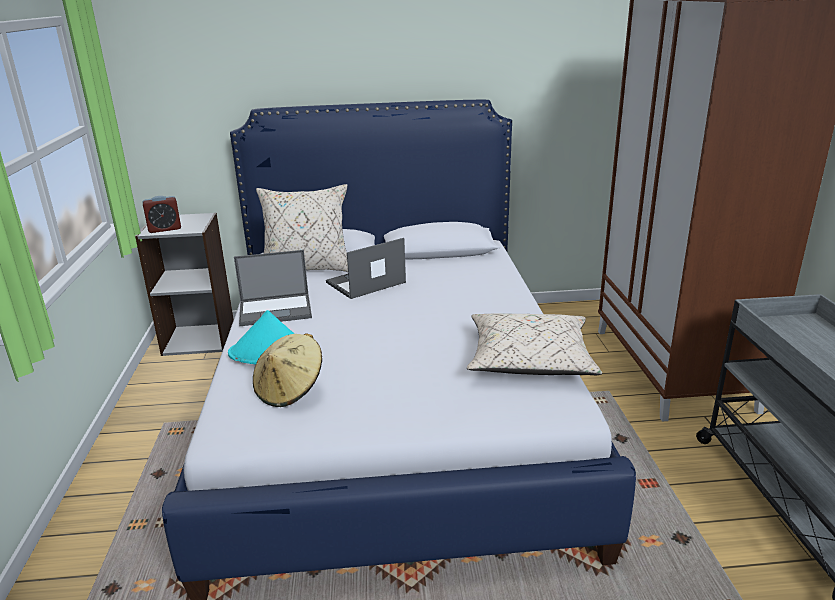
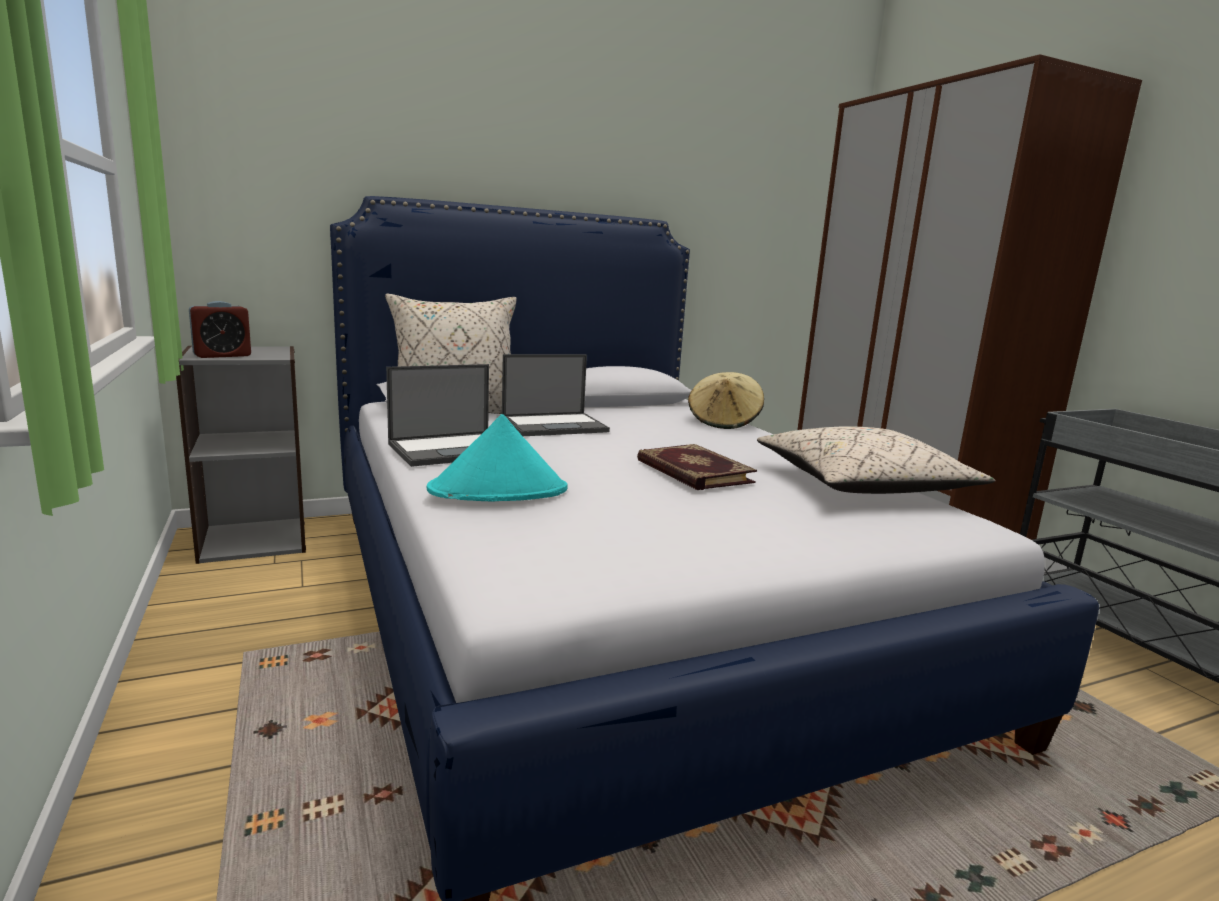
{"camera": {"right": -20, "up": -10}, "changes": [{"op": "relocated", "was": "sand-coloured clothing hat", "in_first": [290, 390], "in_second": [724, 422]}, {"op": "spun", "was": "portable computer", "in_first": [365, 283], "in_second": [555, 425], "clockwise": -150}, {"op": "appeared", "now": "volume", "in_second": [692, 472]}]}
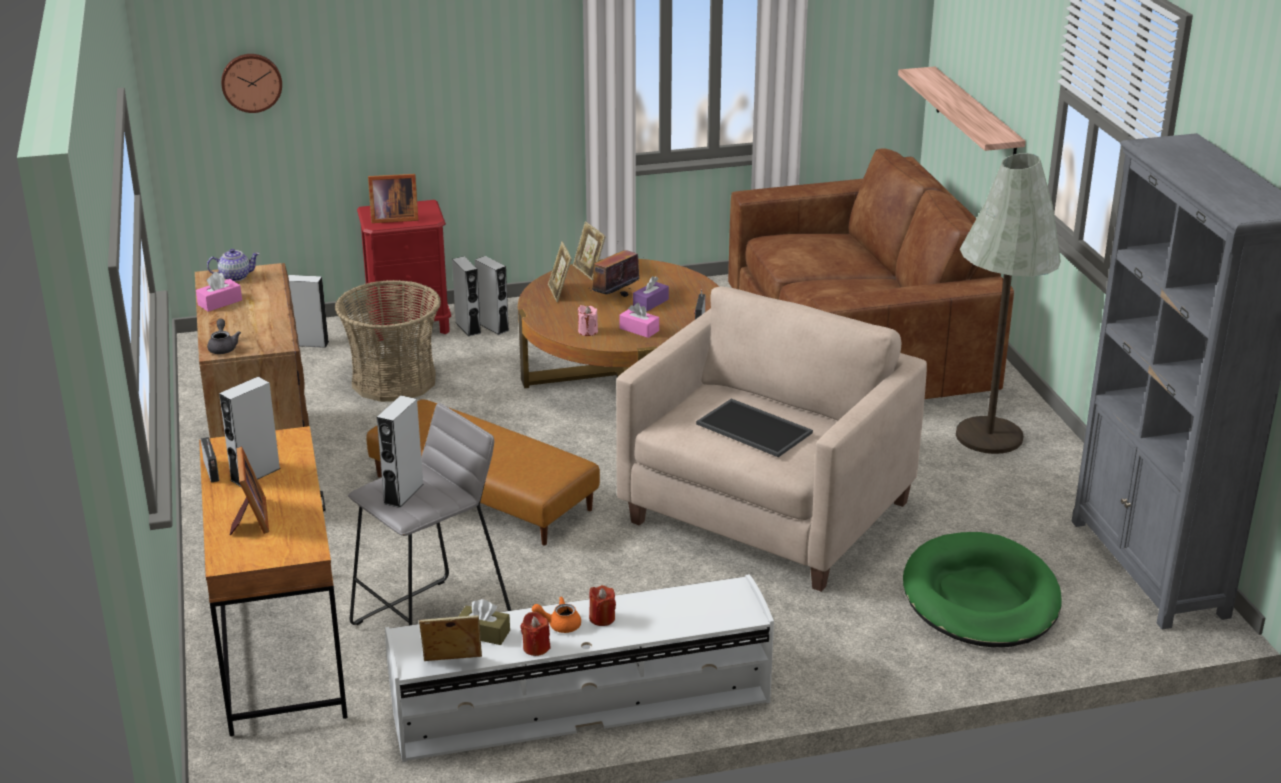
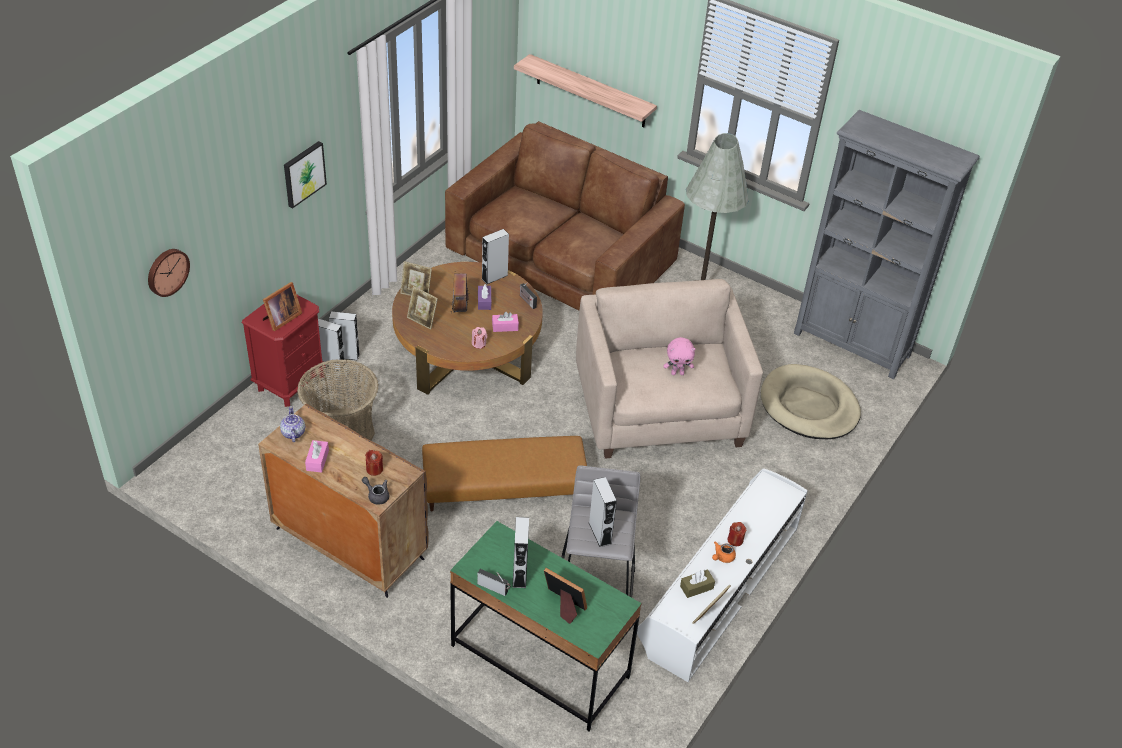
{"camera": {"right": -45, "up": 15}, "changes": [{"op": "colour", "was": "brownish desk table", "now": "greenish desk table", "in_first": [281, 649], "in_second": [539, 661]}, {"op": "spun", "was": "teapot", "in_first": [235, 277], "in_second": [293, 433], "clockwise": -45}, {"op": "relocated", "was": "grey speaker", "in_first": [310, 343], "in_second": [494, 277]}, {"op": "relocated", "was": "reddish wax candle", "in_first": [536, 647], "in_second": [374, 469]}, {"op": "exchanged", "was": "tray", "now": "pinkish soft toy", "in_first": [756, 428], "in_second": [677, 373]}, {"op": "colour", "was": "greenish pet bed", "now": "sand-coloured pet bed", "in_first": [980, 598], "in_second": [809, 406]}, {"op": "appeared", "now": "picture", "in_second": [303, 173]}]}
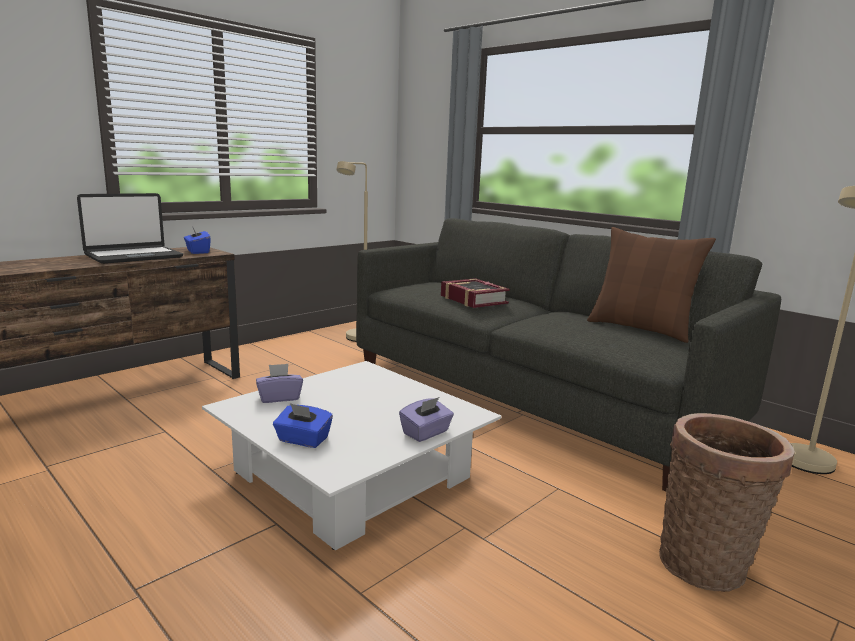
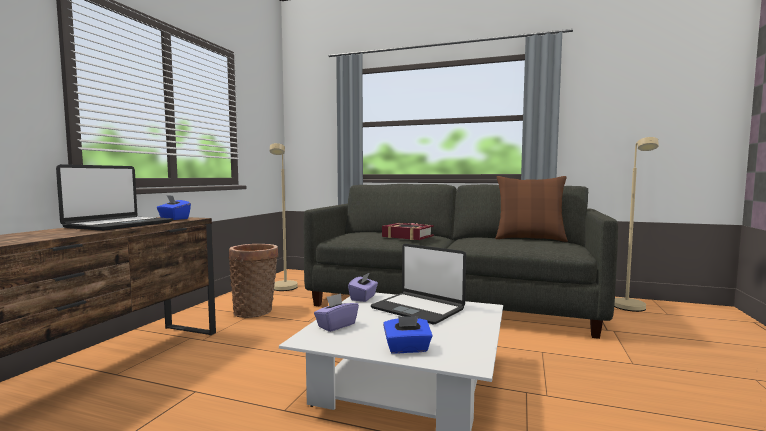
{"camera": {"right": -25, "up": -10}, "changes": [{"op": "relocated", "was": "purplish box of tissues", "in_first": [426, 433], "in_second": [363, 298]}, {"op": "relocated", "was": "basket", "in_first": [706, 563], "in_second": [255, 311]}, {"op": "appeared", "now": "portable computer", "in_second": [418, 309]}]}
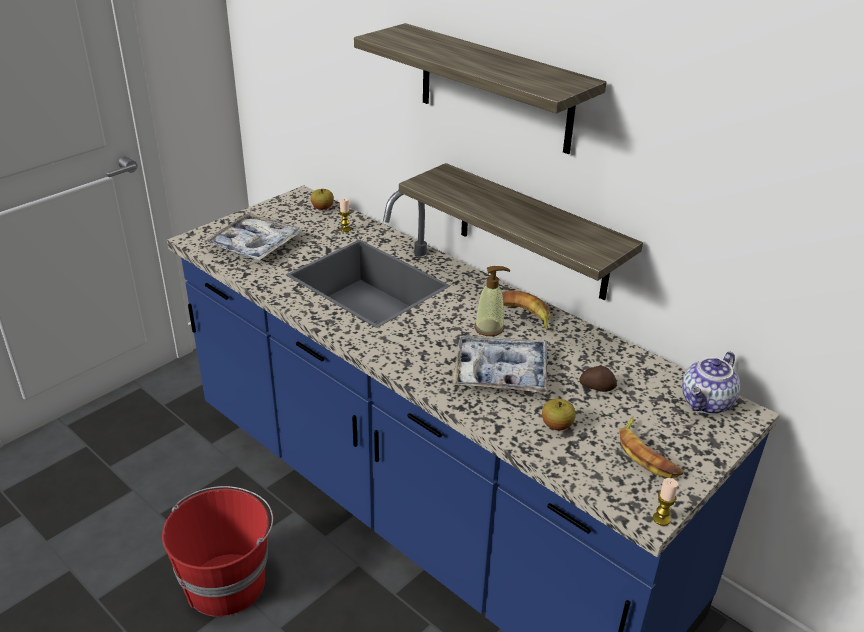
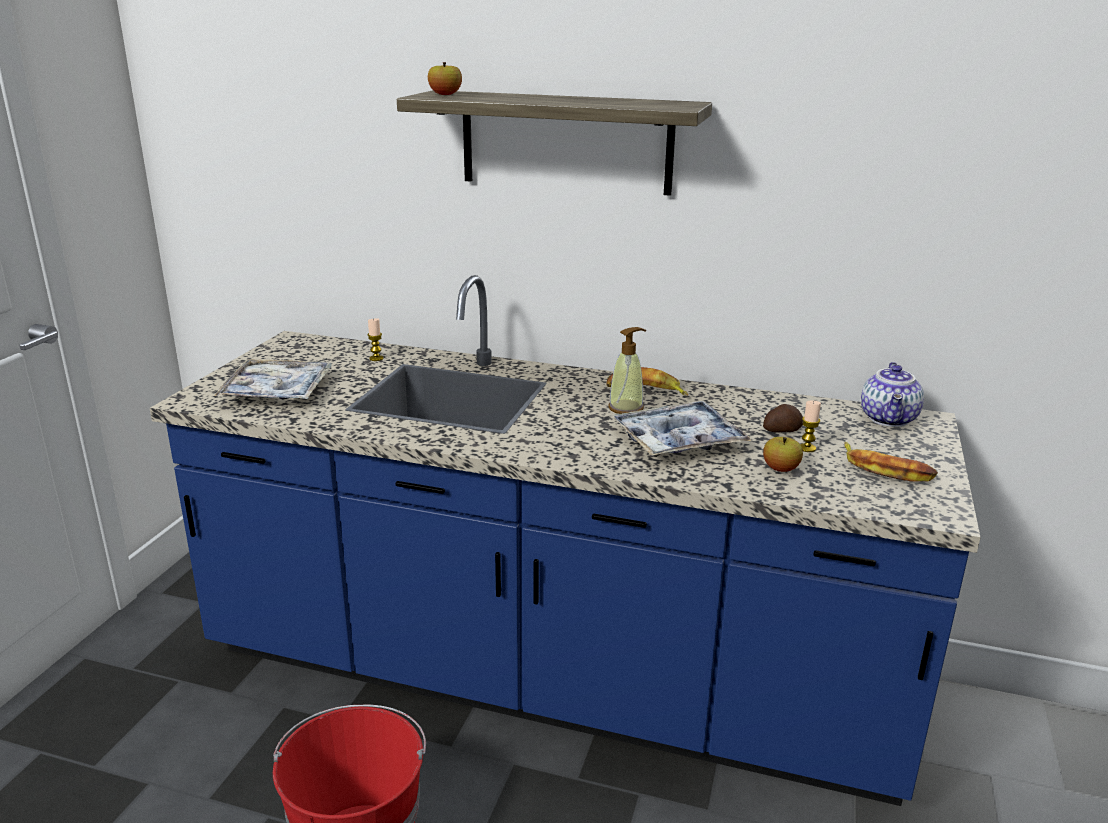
{"camera": {"right": -25, "up": -10}, "changes": [{"op": "relocated", "was": "apple", "in_first": [322, 208], "in_second": [445, 95]}, {"op": "missing", "was": "shelf", "in_first": [533, 232]}, {"op": "relocated", "was": "wax candle", "in_first": [661, 519], "in_second": [807, 448]}]}
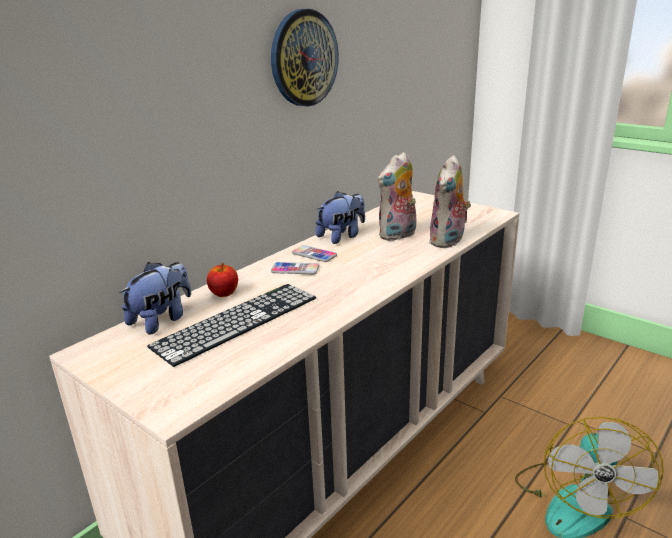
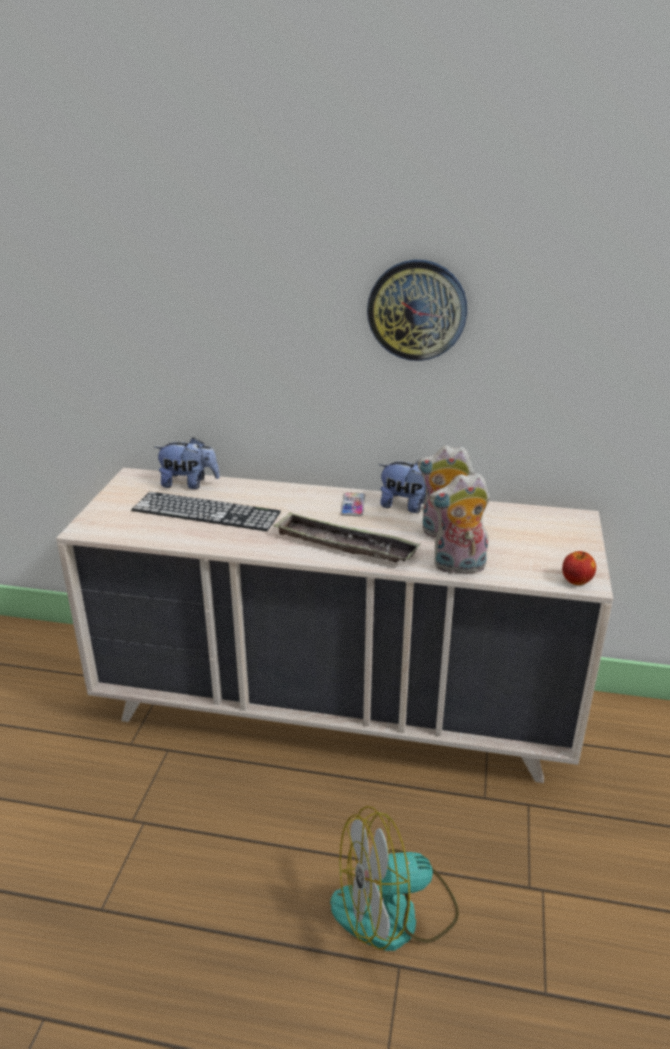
{"camera": {"right": 60, "up": 5}, "changes": [{"op": "relocated", "was": "apple", "in_first": [224, 293], "in_second": [576, 581]}, {"op": "missing", "was": "handset", "in_first": [295, 269]}, {"op": "appeared", "now": "tray", "in_second": [345, 545]}]}
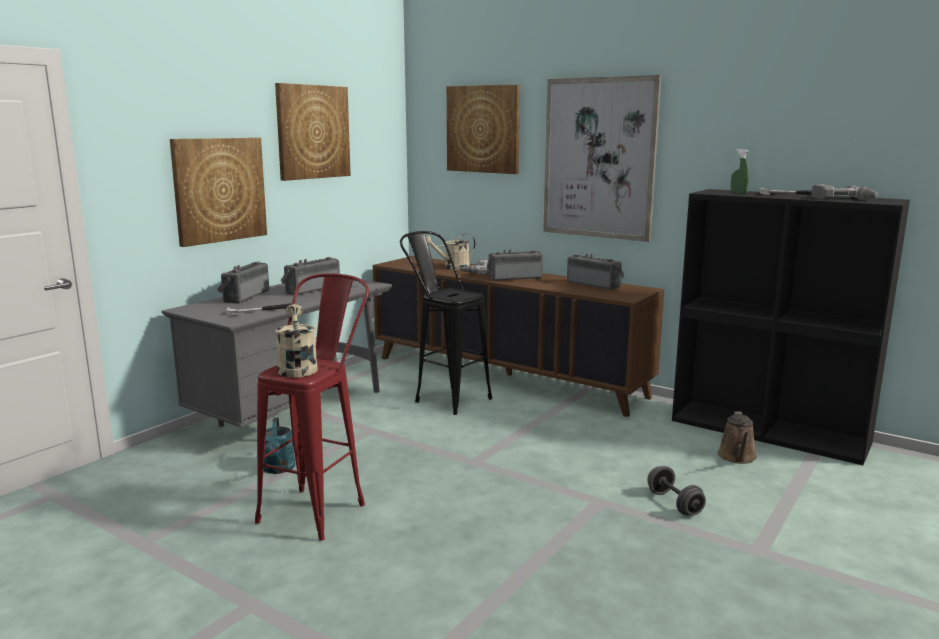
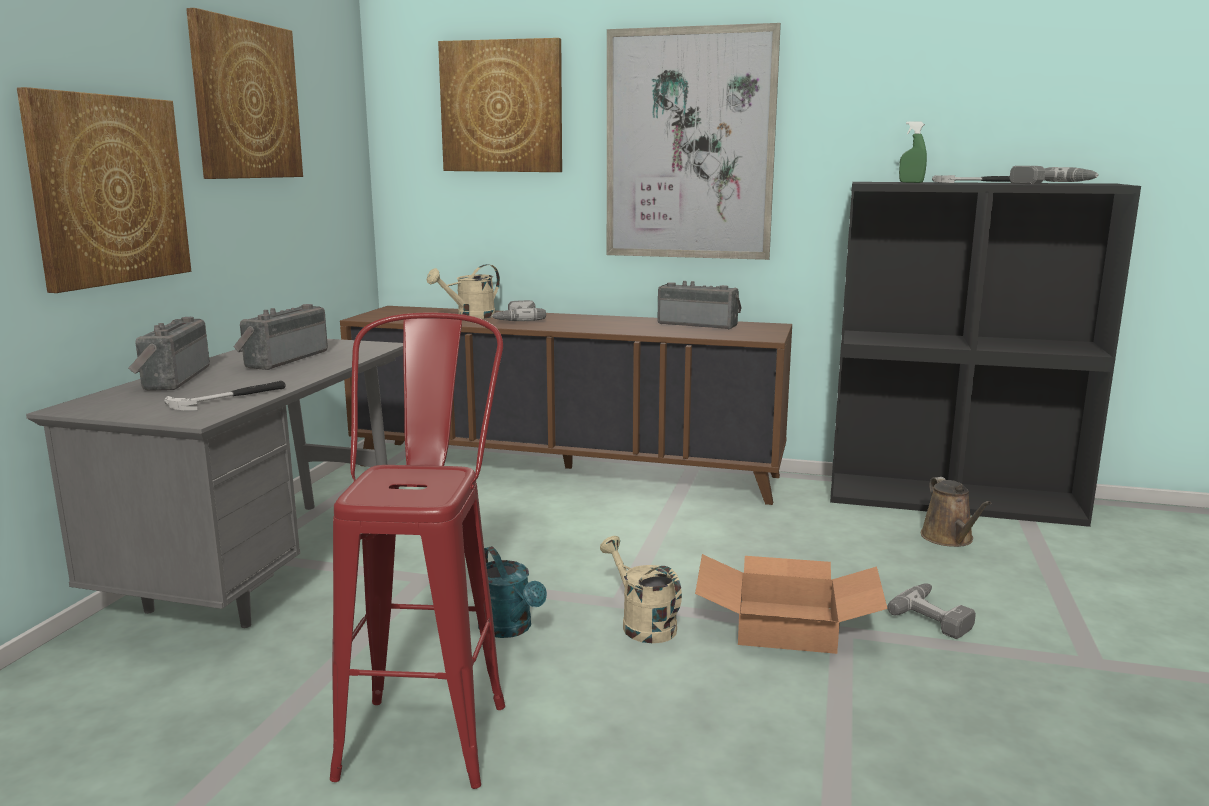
{"camera": {"right": -20, "up": 0}, "changes": [{"op": "relocated", "was": "turquoise-coloured watering can", "in_first": [278, 469], "in_second": [510, 629]}, {"op": "relocated", "was": "sand-coloured watering can", "in_first": [297, 367], "in_second": [642, 624]}, {"op": "missing", "was": "black-coloured sitting stool", "in_first": [445, 398]}, {"op": "missing", "was": "radio receiver", "in_first": [514, 277]}, {"op": "exchanged", "was": "grey hand weight", "now": "power drill", "in_first": [674, 504], "in_second": [936, 616]}, {"op": "appeared", "now": "cardboard box", "in_second": [787, 625]}]}
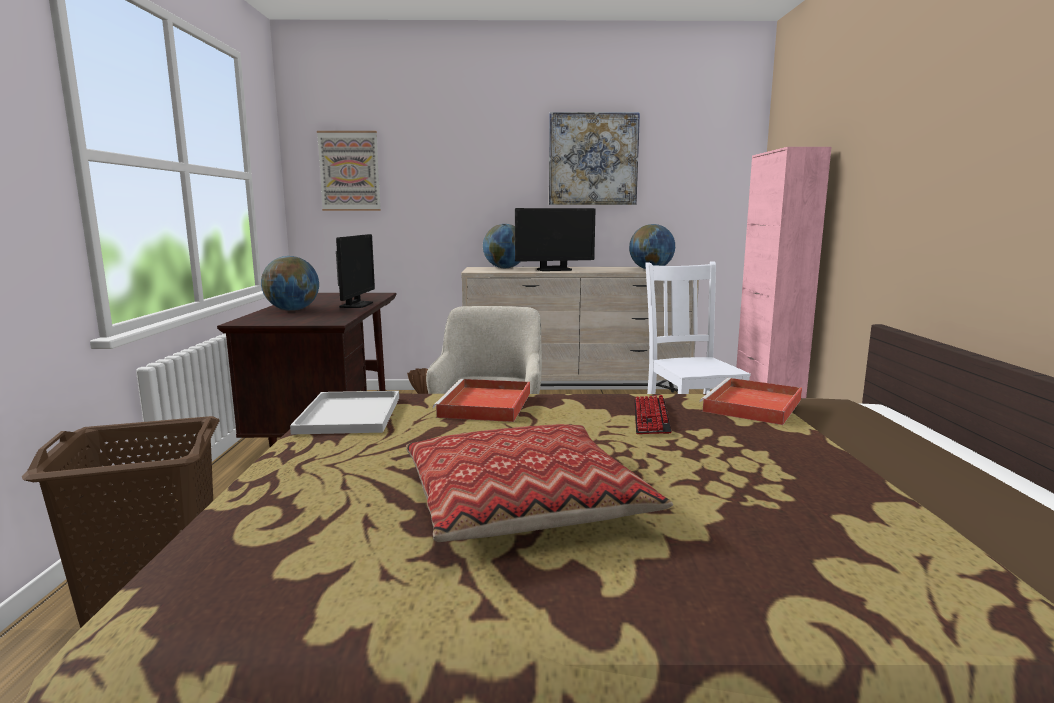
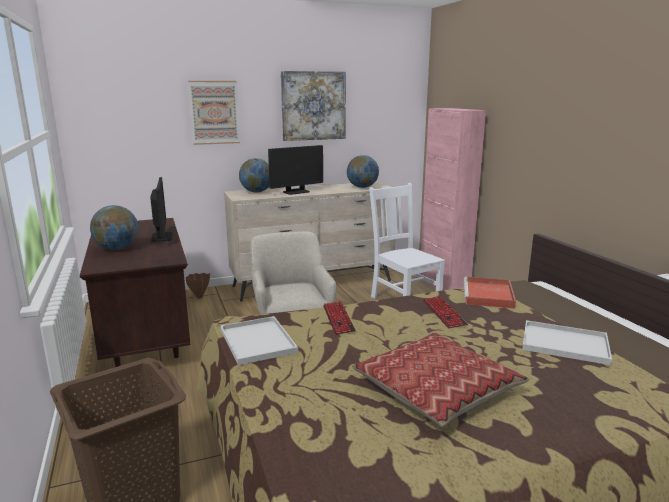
{"camera": {"right": -20, "up": 5}, "changes": [{"op": "relocated", "was": "picture", "in_first": [349, 171], "in_second": [214, 112]}, {"op": "exchanged", "was": "reddish tray", "now": "keyboard", "in_first": [485, 405], "in_second": [338, 319]}, {"op": "appeared", "now": "white-coloured tray", "in_second": [566, 343]}]}
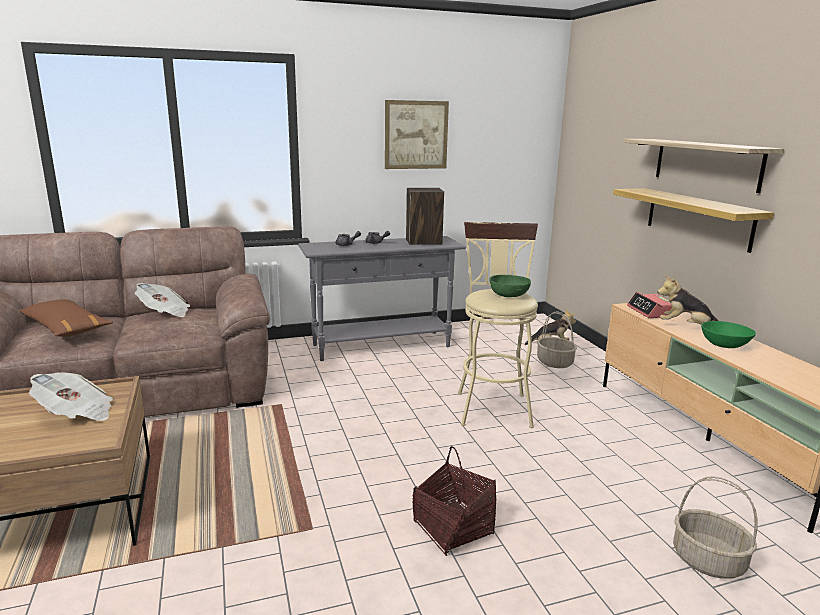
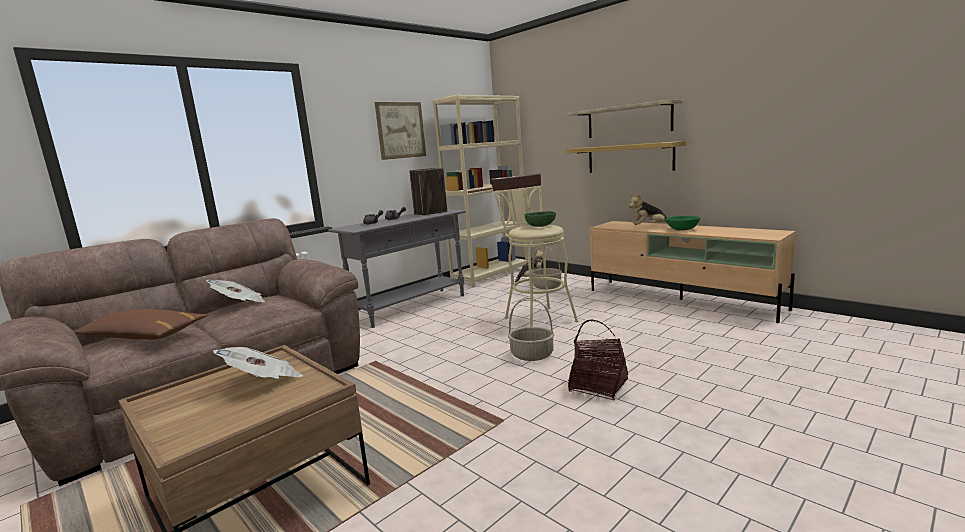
{"camera": {"right": -25, "up": -5}, "changes": [{"op": "missing", "was": "table clock", "in_first": [651, 312]}, {"op": "relocated", "was": "basket", "in_first": [709, 560], "in_second": [532, 355]}, {"op": "appeared", "now": "sand-coloured shelving unit", "in_second": [491, 275]}]}
